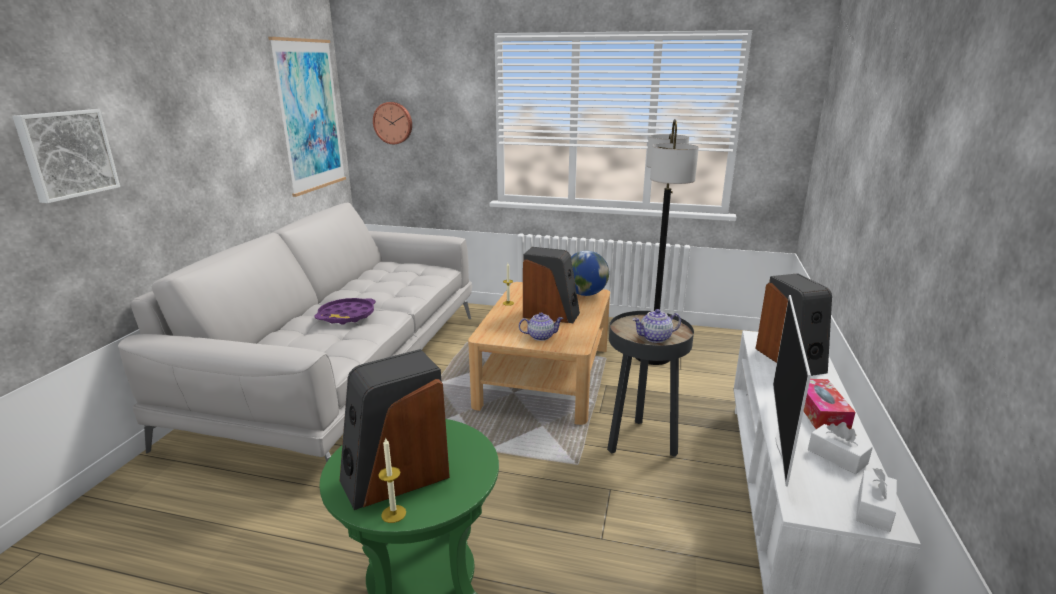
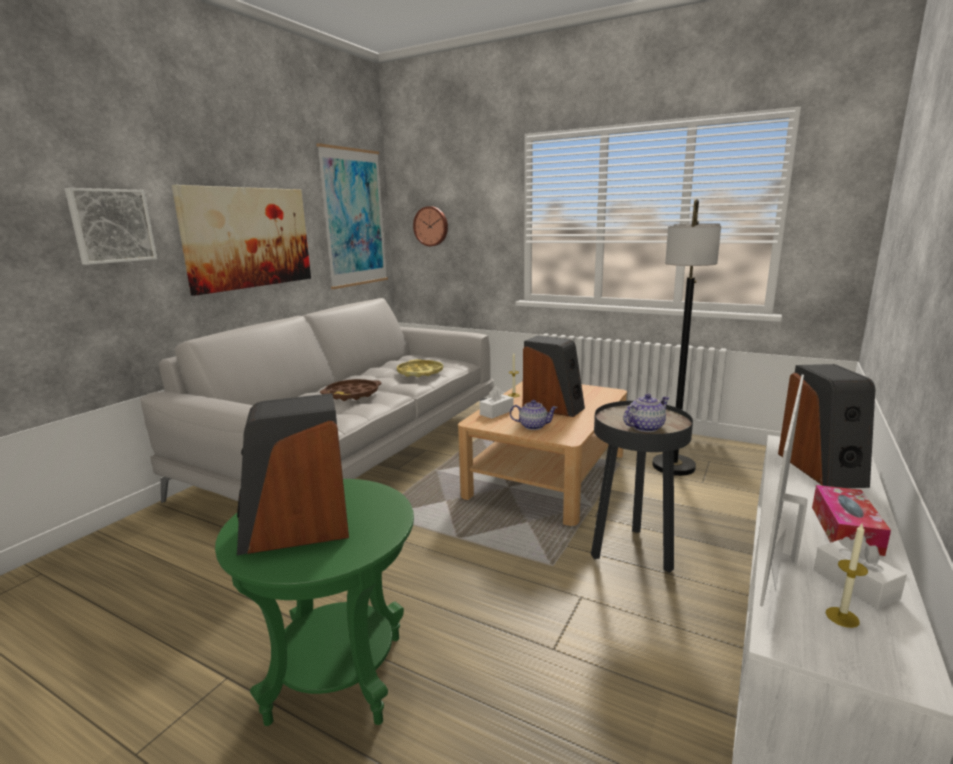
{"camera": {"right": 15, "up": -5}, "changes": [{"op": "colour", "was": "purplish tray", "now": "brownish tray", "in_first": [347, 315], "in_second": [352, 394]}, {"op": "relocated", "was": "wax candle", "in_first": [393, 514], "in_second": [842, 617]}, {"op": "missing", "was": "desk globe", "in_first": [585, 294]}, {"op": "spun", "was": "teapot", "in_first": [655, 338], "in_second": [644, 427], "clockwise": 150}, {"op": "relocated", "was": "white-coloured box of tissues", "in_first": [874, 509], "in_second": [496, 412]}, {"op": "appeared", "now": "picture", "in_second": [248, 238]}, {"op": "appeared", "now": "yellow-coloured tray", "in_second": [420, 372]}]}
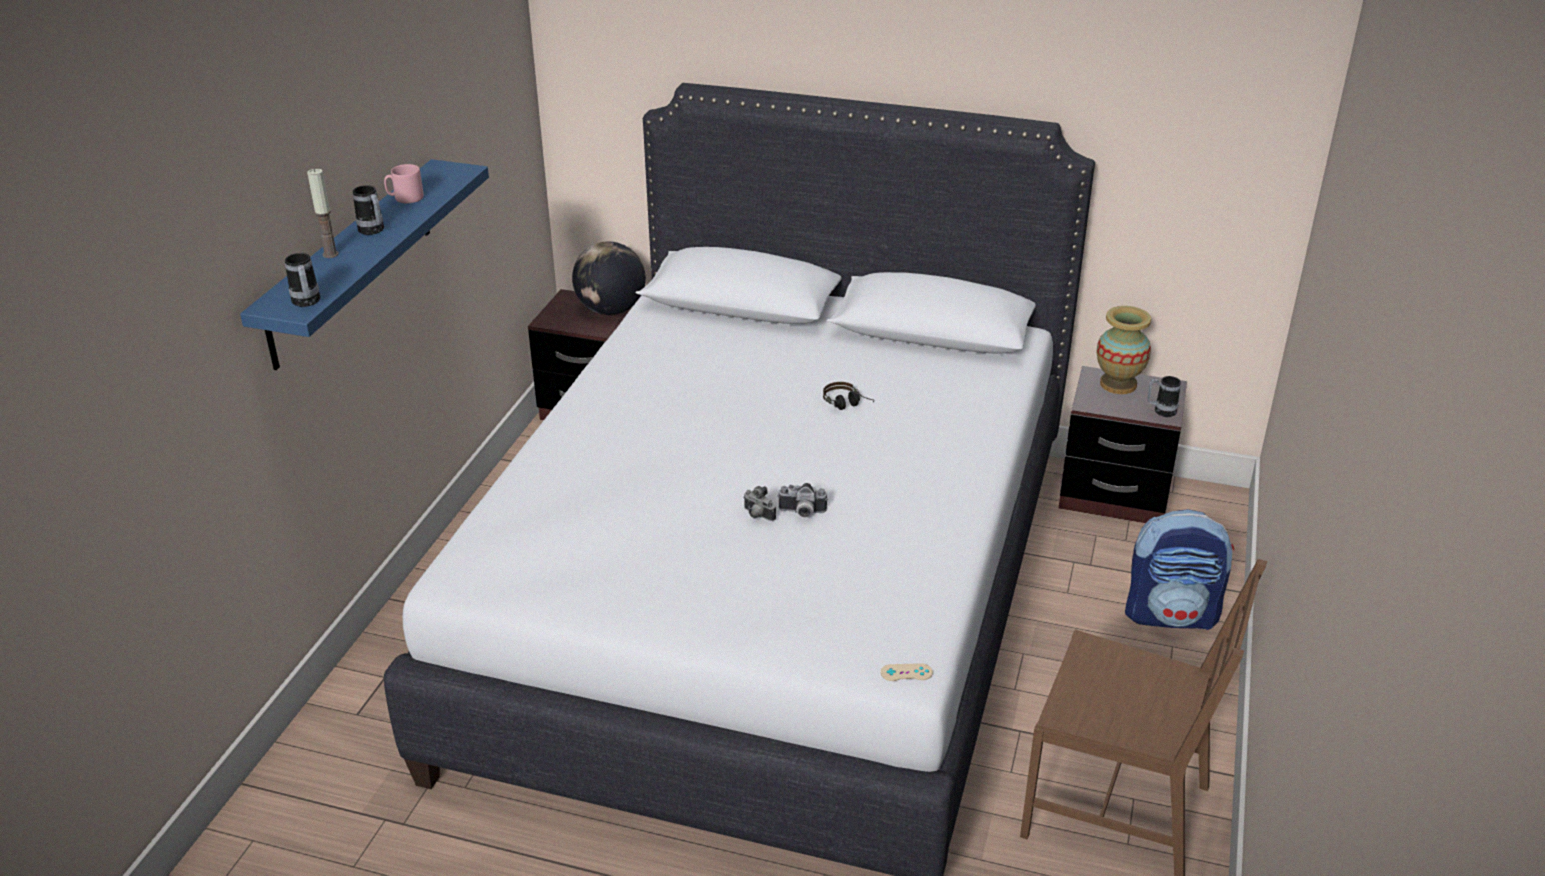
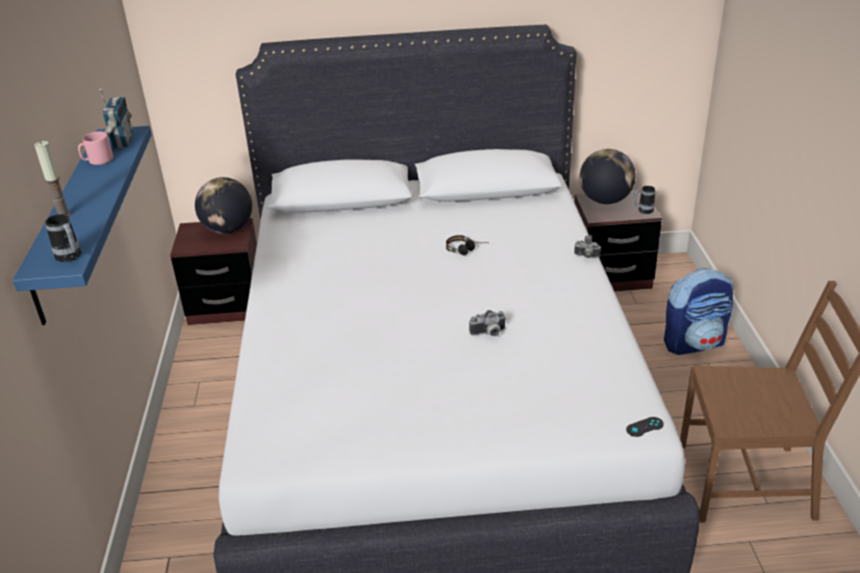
{"camera": {"right": -20, "up": 0}, "changes": [{"op": "missing", "was": "tea mug", "in_first": [373, 231]}, {"op": "relocated", "was": "photo camera", "in_first": [757, 516], "in_second": [586, 256]}, {"op": "colour", "was": "sand-coloured game controller", "now": "black-coloured game controller", "in_first": [906, 672], "in_second": [644, 427]}, {"op": "exchanged", "was": "vase", "now": "desk globe", "in_first": [1118, 384], "in_second": [605, 200]}, {"op": "appeared", "now": "radio receiver", "in_second": [122, 142]}]}
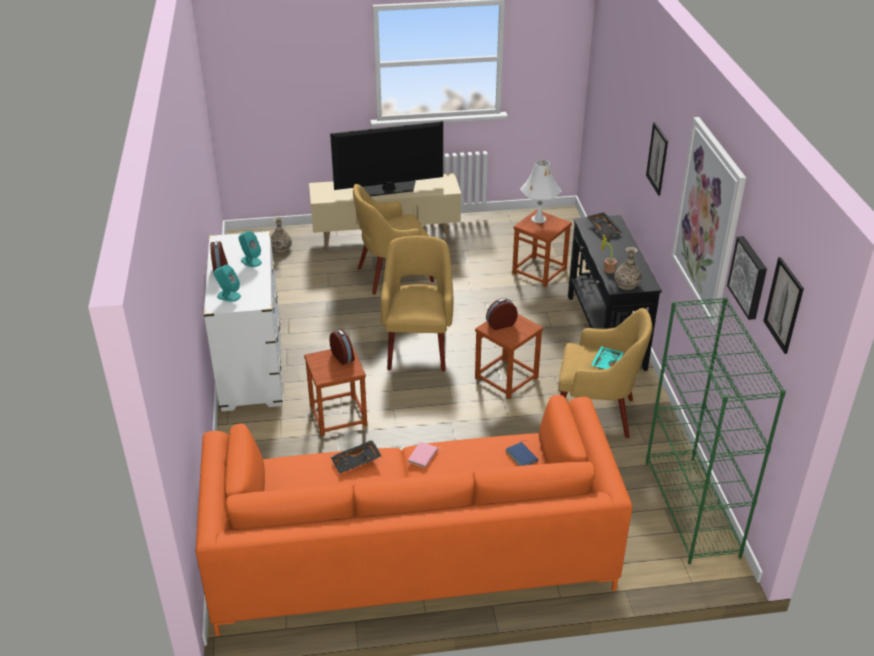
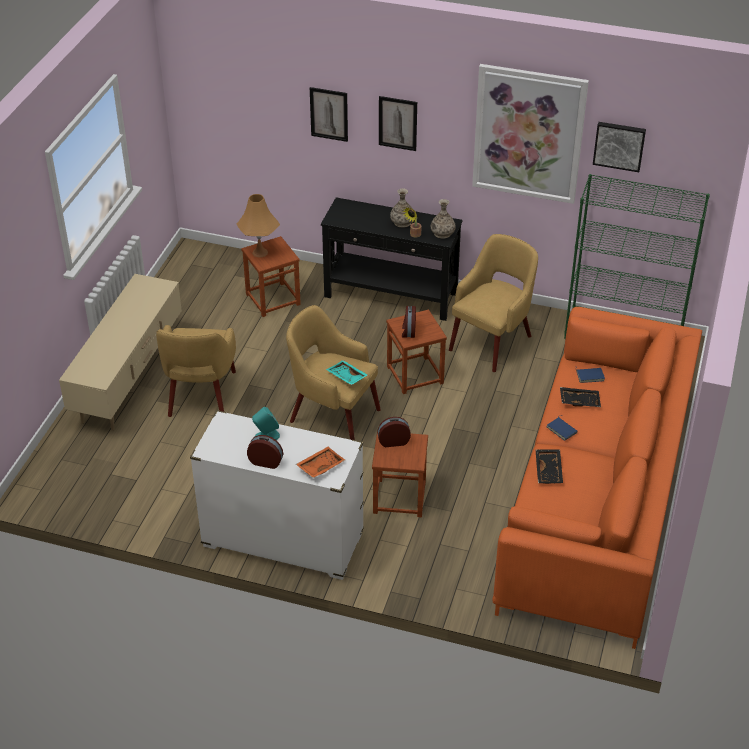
{"camera": {"right": -65, "up": 5}, "changes": [{"op": "exchanged", "was": "turquoise-coloured speaker", "now": "orangey tray", "in_first": [228, 296], "in_second": [320, 466]}, {"op": "relocated", "was": "vase", "in_first": [281, 248], "in_second": [402, 222]}, {"op": "missing", "was": "TV set", "in_first": [388, 189]}, {"op": "colour", "was": "pinkish volume", "now": "blue volume", "in_first": [423, 456], "in_second": [562, 429]}, {"op": "colour", "was": "white-coloured lamp for a table", "now": "orangey lamp for a table", "in_first": [538, 219], "in_second": [260, 252]}, {"op": "relocated", "was": "black-coloured tray", "in_first": [604, 229], "in_second": [579, 401]}, {"op": "relocated", "was": "turquoise-coloured tray", "in_first": [606, 363], "in_second": [346, 377]}, {"op": "relocated", "was": "picture", "in_first": [783, 305], "in_second": [329, 114]}]}
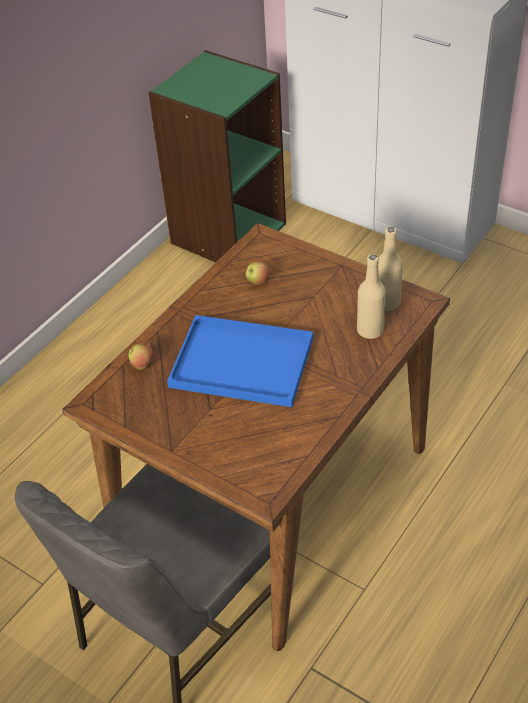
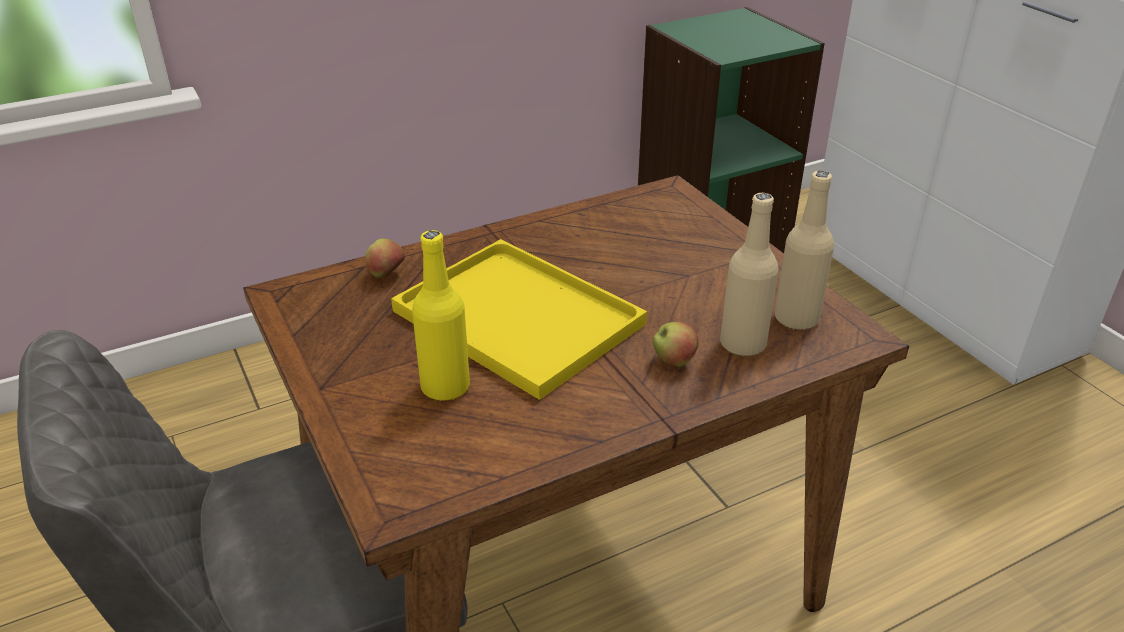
{"camera": {"right": 25, "up": -10}, "changes": [{"op": "colour", "was": "blue tray", "now": "yellow-coloured tray", "in_first": [239, 363], "in_second": [513, 317]}, {"op": "relocated", "was": "apple", "in_first": [257, 282], "in_second": [674, 361]}, {"op": "appeared", "now": "yellow-coloured beverage bottle", "in_second": [445, 387]}]}
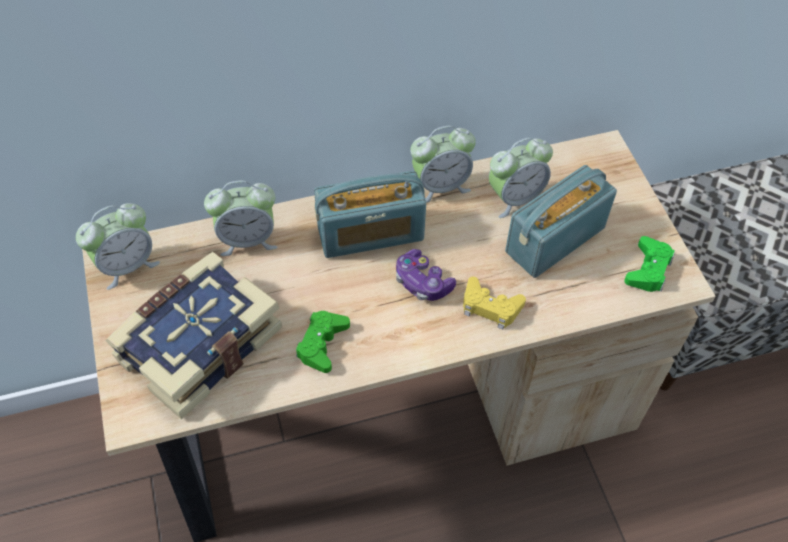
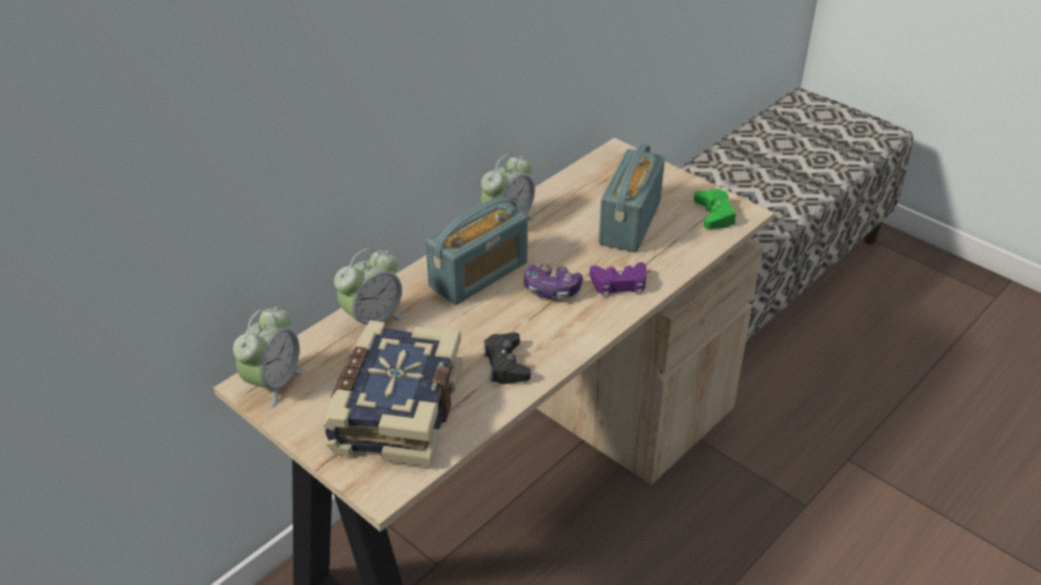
{"camera": {"right": -30, "up": -15}, "changes": [{"op": "colour", "was": "greenish game controller", "now": "black-coloured game controller", "in_first": [322, 344], "in_second": [505, 364]}, {"op": "colour", "was": "yellow-coloured game controller", "now": "purplish game controller", "in_first": [490, 307], "in_second": [619, 284]}, {"op": "missing", "was": "table clock", "in_first": [515, 198]}]}
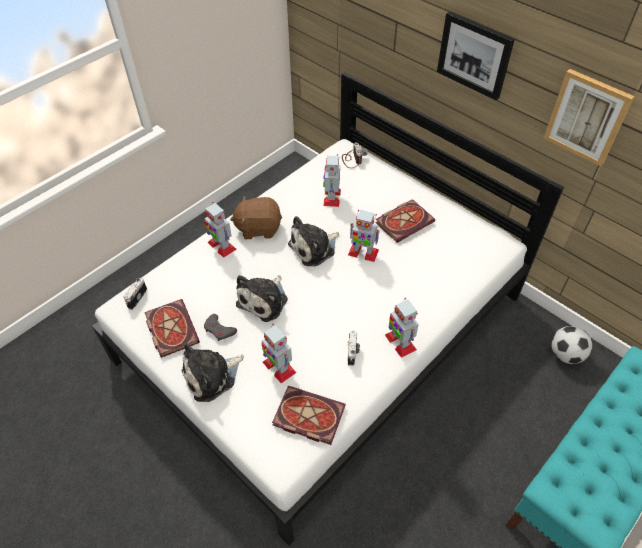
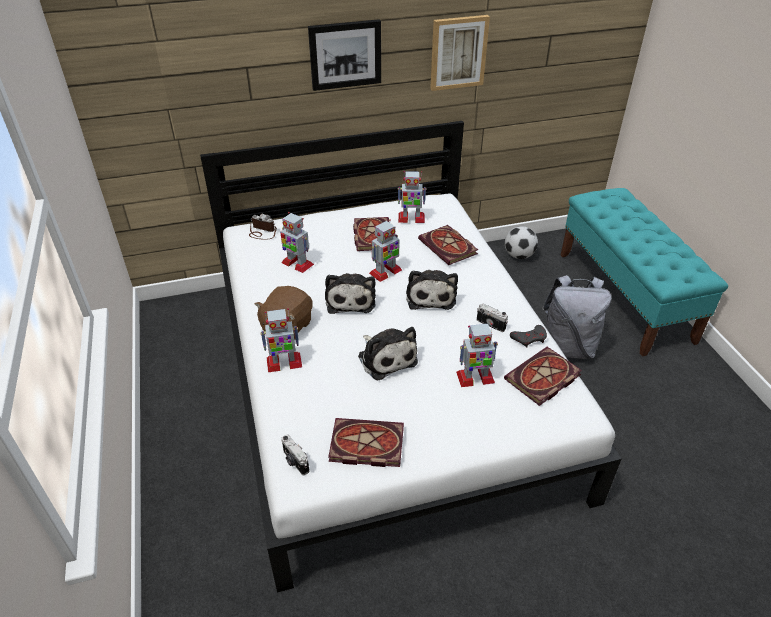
{"camera": {"right": -60, "up": -10}, "changes": [{"op": "relocated", "was": "soft toy", "in_first": [212, 376], "in_second": [430, 296]}, {"op": "relocated", "was": "grey game controller", "in_first": [219, 330], "in_second": [529, 338]}, {"op": "relocated", "was": "robot figure", "in_first": [400, 342], "in_second": [411, 218]}, {"op": "appeared", "now": "volume", "in_second": [449, 247]}, {"op": "appeared", "now": "grey rucksack", "in_second": [566, 347]}]}
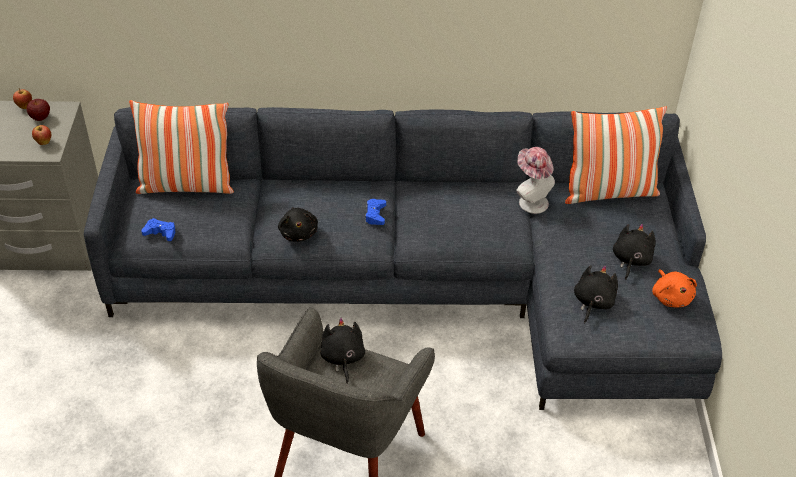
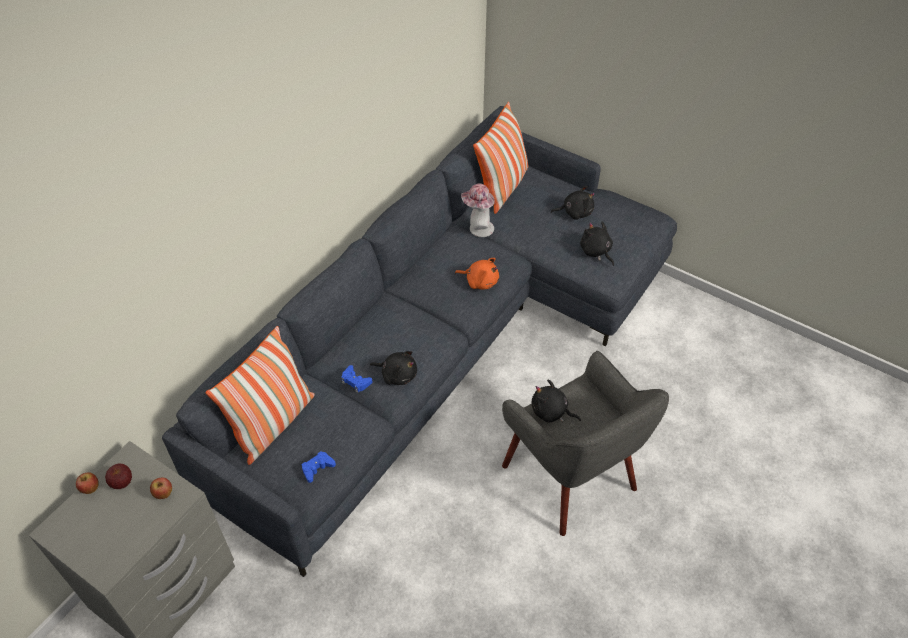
{"camera": {"right": -55, "up": 5}, "changes": [{"op": "relocated", "was": "blue game controller", "in_first": [375, 215], "in_second": [355, 381]}, {"op": "spun", "was": "black-coloured soft toy", "in_first": [631, 260], "in_second": [575, 212], "clockwise": 120}, {"op": "relocated", "was": "orangey soft toy", "in_first": [671, 297], "in_second": [480, 281]}]}
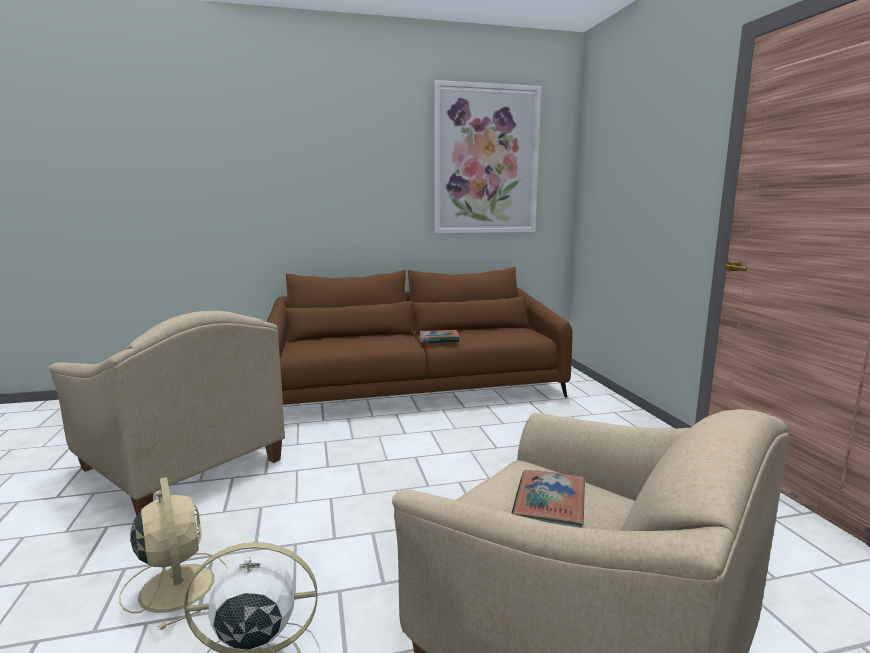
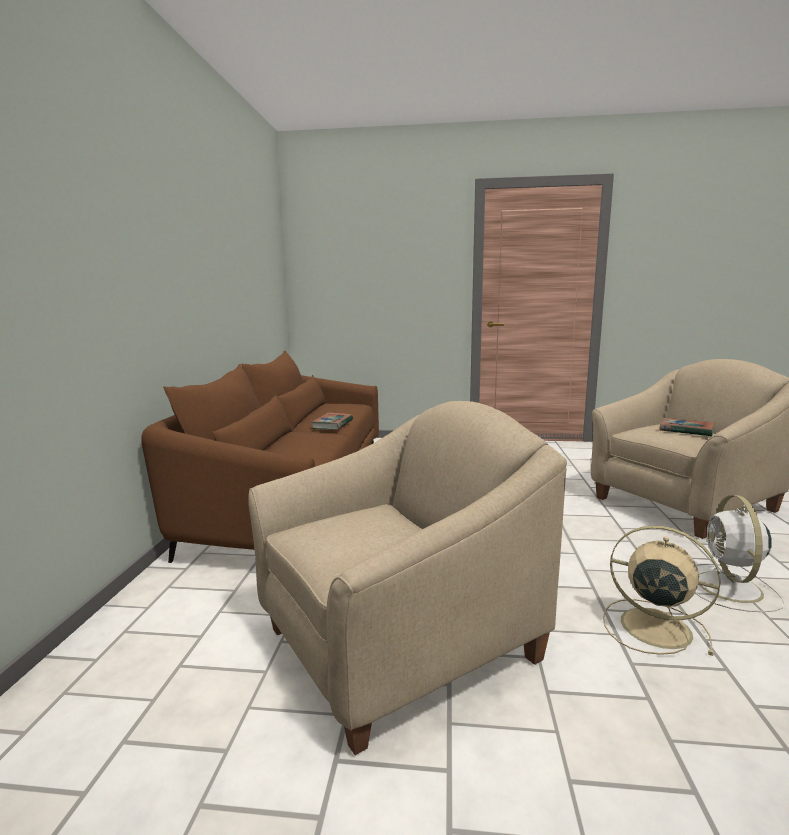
{"camera": {"right": -70, "up": 0}, "changes": [{"op": "spun", "was": "sand-coloured electric fan", "in_first": [177, 585], "in_second": [652, 626], "clockwise": 45}, {"op": "missing", "was": "picture", "in_first": [486, 160]}]}
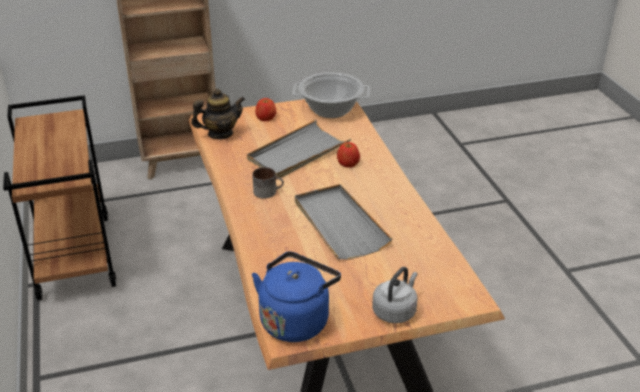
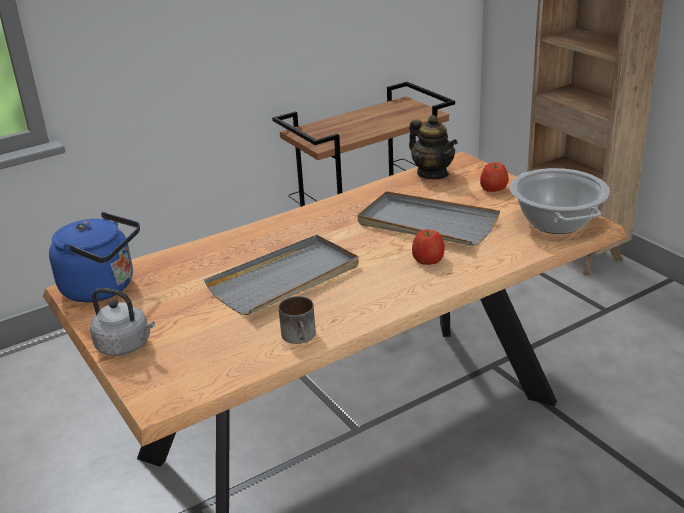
{"camera": {"right": 75, "up": -5}, "changes": [{"op": "relocated", "was": "tea mug", "in_first": [268, 191], "in_second": [301, 336]}]}
